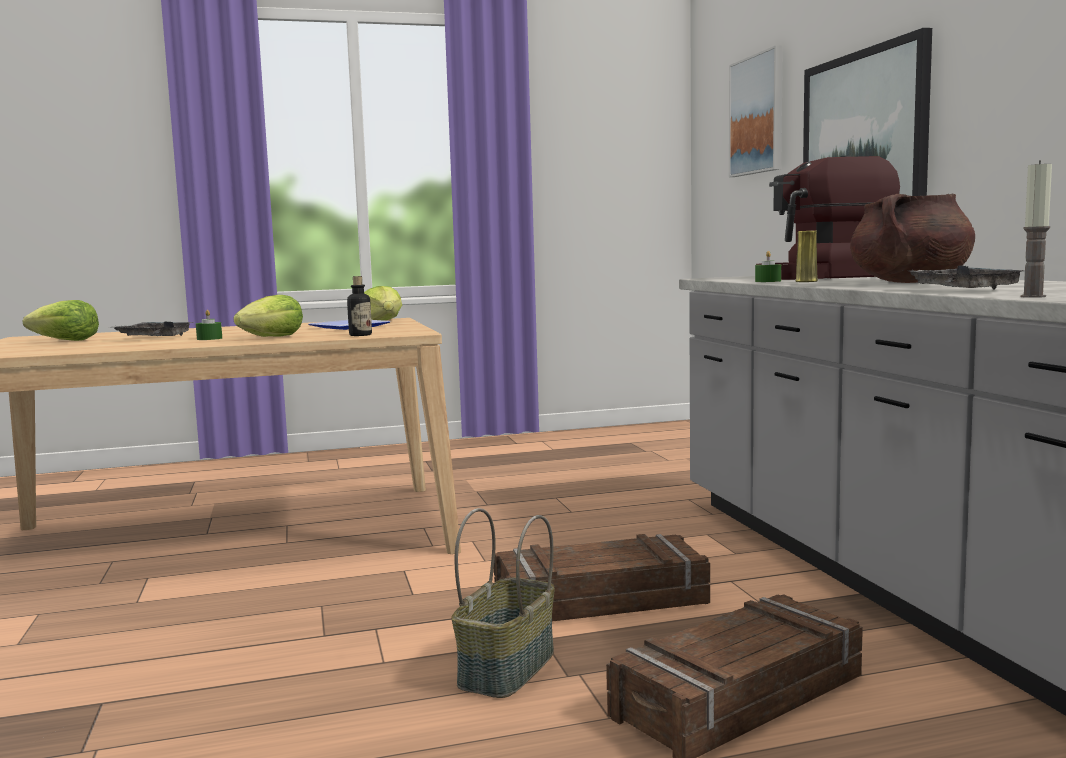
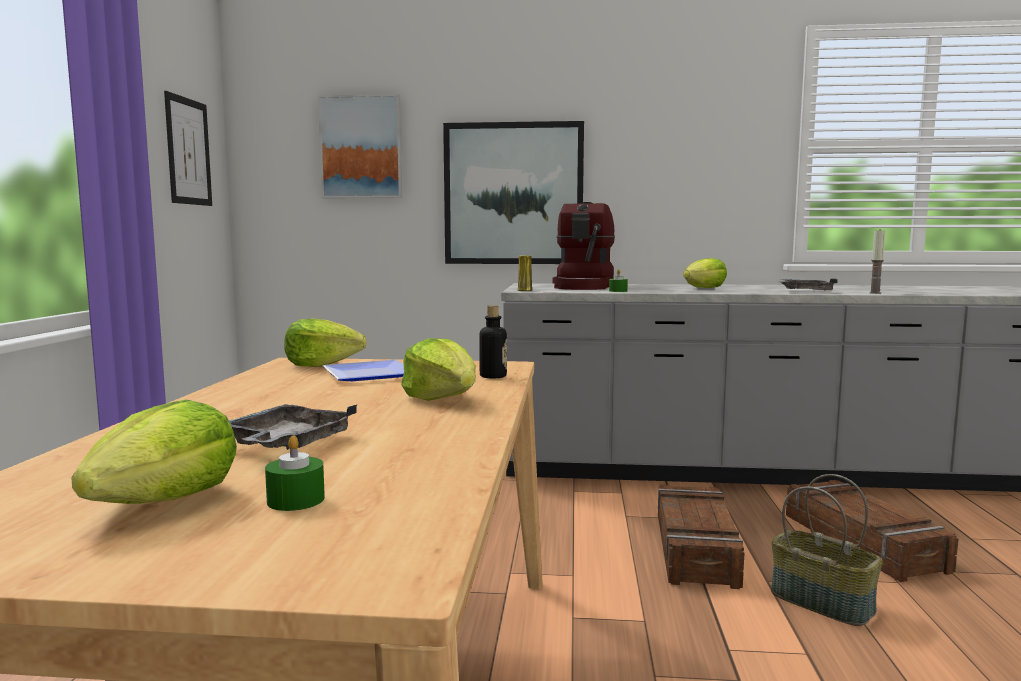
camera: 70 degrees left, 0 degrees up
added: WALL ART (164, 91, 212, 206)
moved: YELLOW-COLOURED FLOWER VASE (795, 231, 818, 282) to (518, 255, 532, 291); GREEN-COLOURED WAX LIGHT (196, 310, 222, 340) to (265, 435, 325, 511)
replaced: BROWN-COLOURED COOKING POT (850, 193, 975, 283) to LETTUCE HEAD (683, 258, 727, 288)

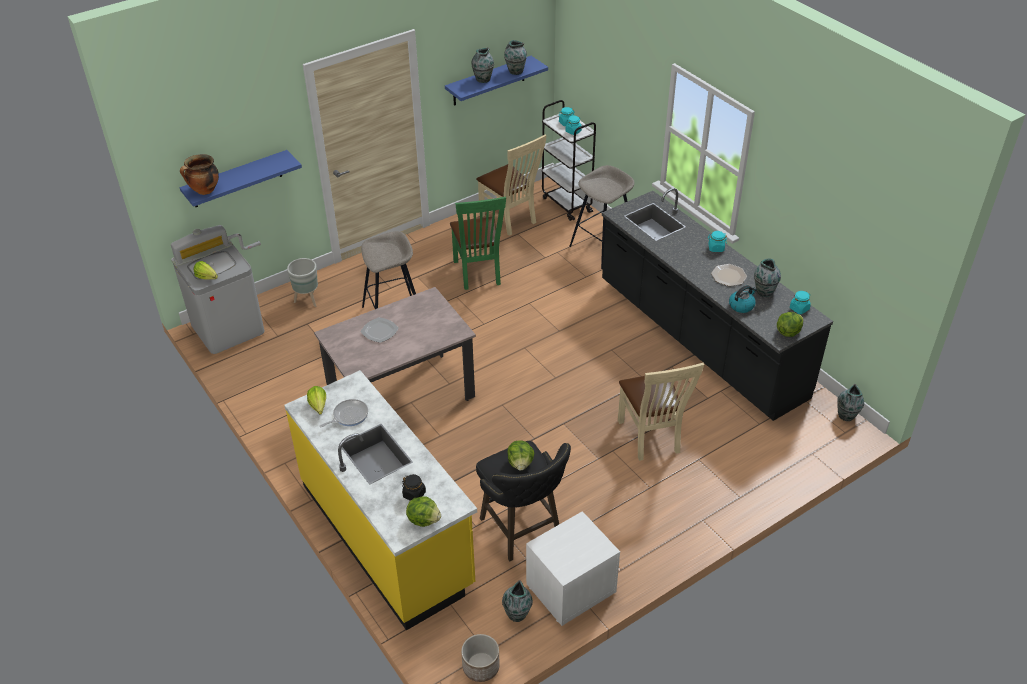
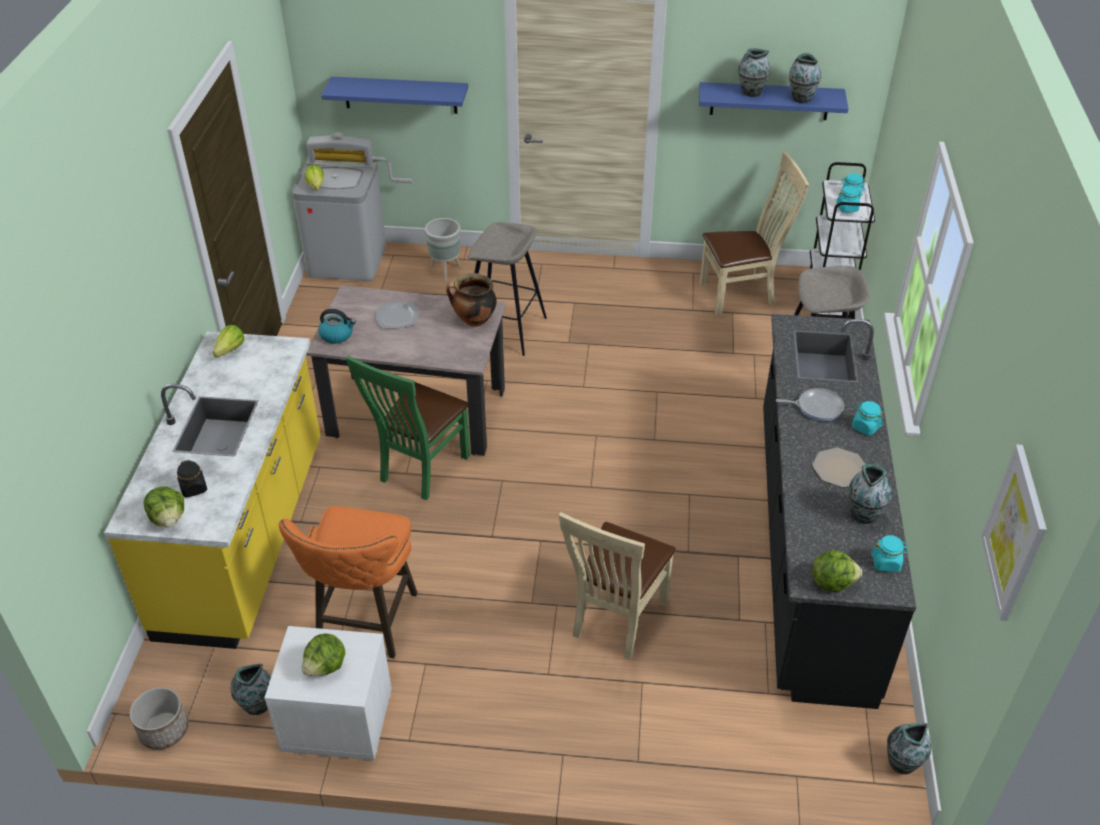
camera: 40 degrees right, 0 degrees up
added: WALL ART (981, 445, 1047, 621)
moved: COOKING POT (180, 154, 219, 195) to (446, 273, 497, 327); GREEN-COLOURED PLAIN CHAIR (450, 196, 506, 290) to (346, 356, 470, 500); KETTLE (729, 285, 757, 313) to (318, 309, 356, 344); SKILLET (320, 399, 368, 428) to (776, 388, 844, 421); LETTUCE HEAD (507, 440, 535, 470) to (302, 634, 345, 676)
recoloured: BLACKISH SITTING STOOL (476, 441, 571, 561) to ORANGEY SITTING STOOL (279, 506, 417, 658)
turned: BEIGE PLAIN CHAIR (476, 134, 547, 236) = (700, 152, 809, 315) 105 degrees counterclockwise

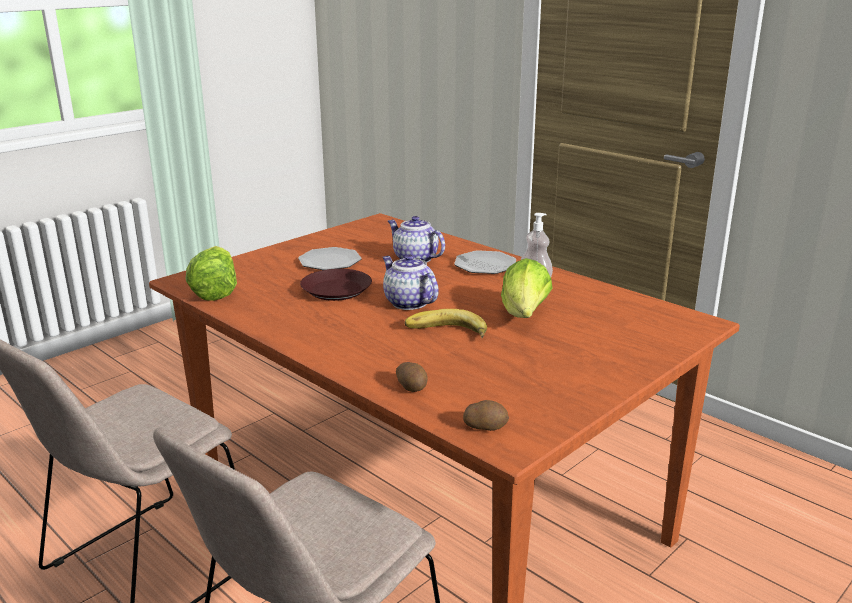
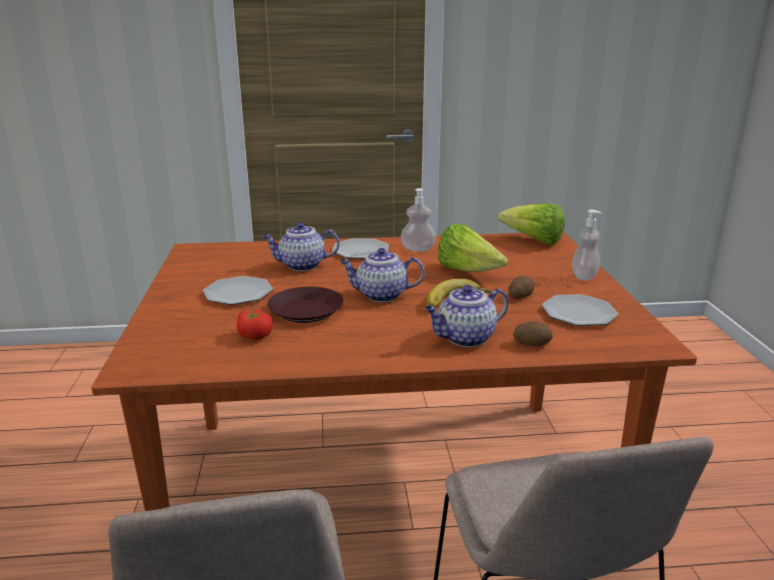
camera: 50 degrees left, 0 degrees up
added: SOAP DISPENSER (572, 210, 602, 280); TEA POT (425, 285, 508, 347); DINNER PLATE (542, 294, 618, 326); FRESH TOMATO (237, 309, 273, 340)
moved: LETTUCE HEAD (186, 246, 237, 301) to (498, 204, 565, 245); SPUD (463, 400, 509, 431) to (508, 276, 535, 299)

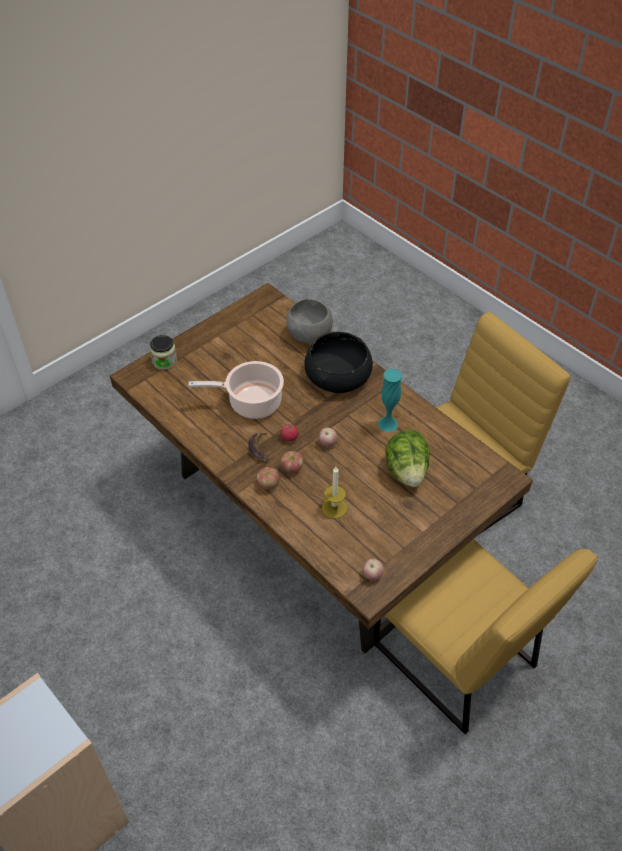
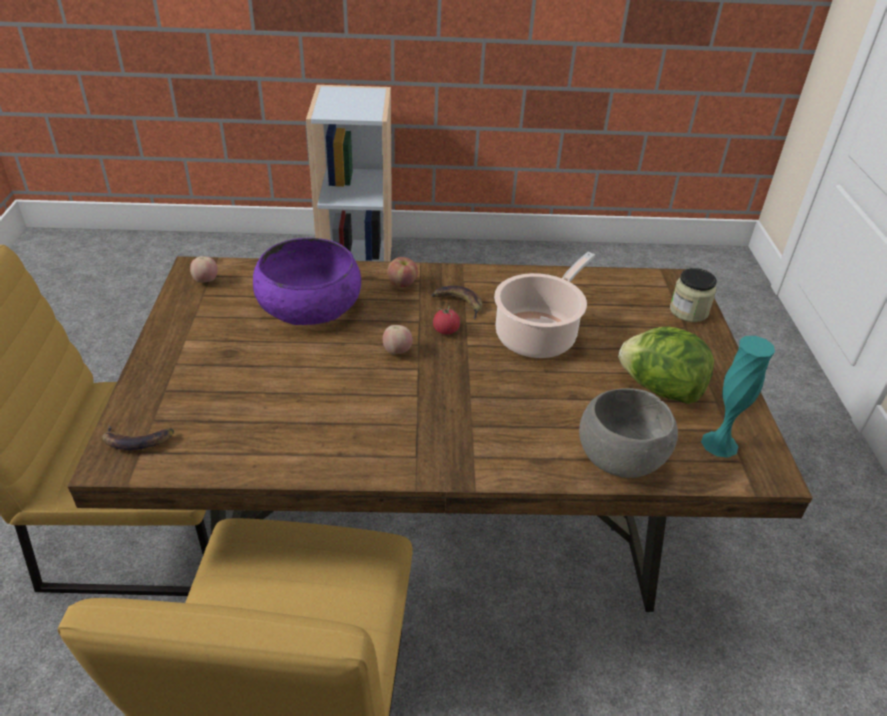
camera: 130 degrees right, 10 degrees down
removed: BLACKISH DEEP DISH (304, 332, 373, 393); WHOLE APPLE (281, 451, 303, 473)
added: BANANA (102, 425, 174, 450)
moved: TURQUOISE-COLOURED FLOWER VASE (378, 369, 402, 432) to (701, 336, 775, 458); LETTUCE HEAD (385, 430, 430, 487) to (618, 326, 714, 404)
replaced: WAX LIGHT (322, 467, 347, 519) to PURPLISH DEEP DISH (253, 238, 361, 325)

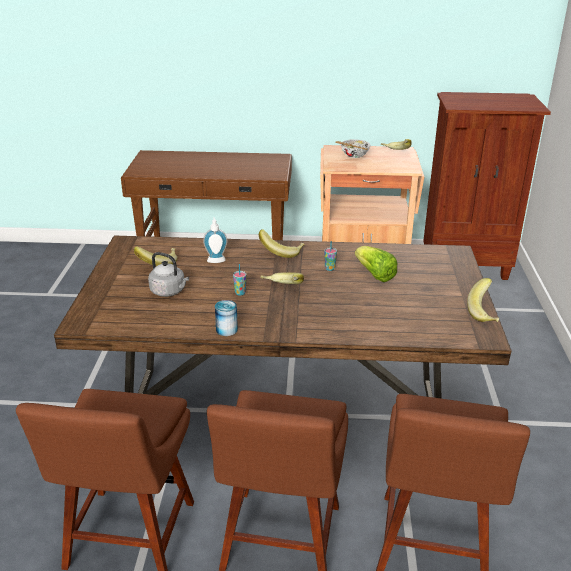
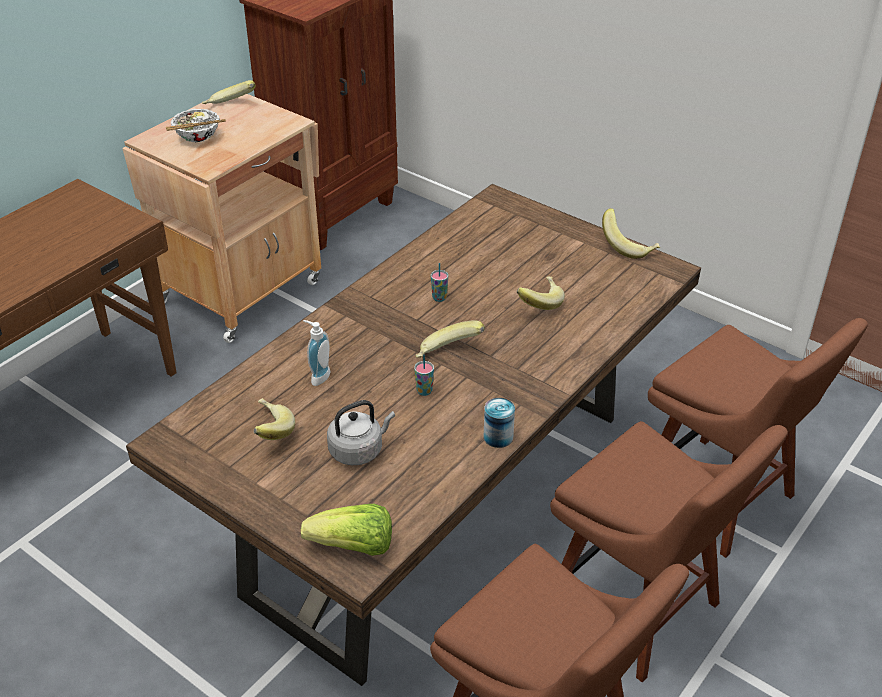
camera: 55 degrees left, 10 degrees up
moved: BANANA (259, 229, 305, 258) to (517, 277, 565, 310); LETTUCE HEAD (355, 246, 397, 282) to (301, 504, 392, 556)

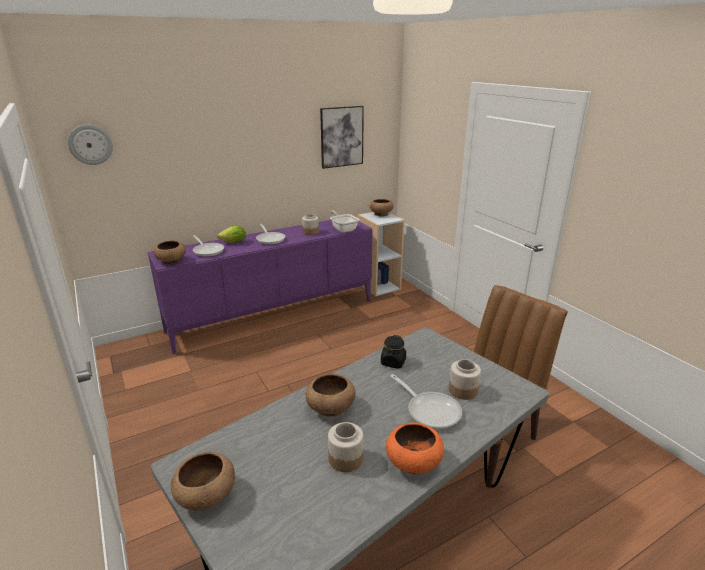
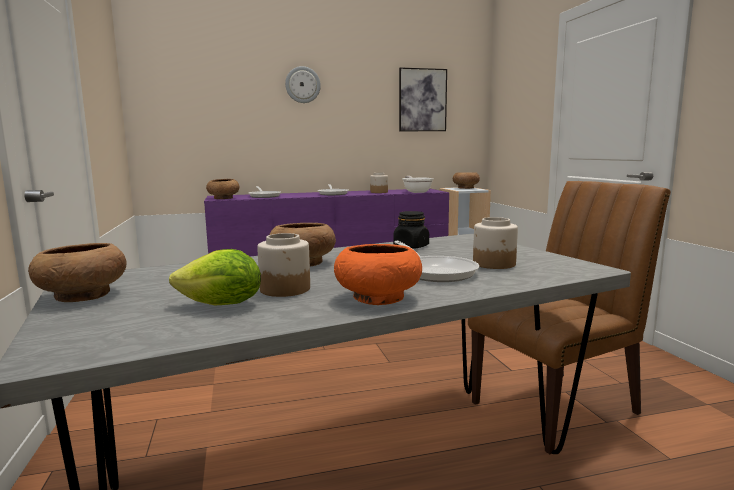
camera: 15 degrees right, 15 degrees down
moved: HANGING CLOCK (68, 125, 113, 165) to (285, 66, 321, 103); LETTUCE HEAD (217, 225, 246, 243) to (169, 249, 261, 305)

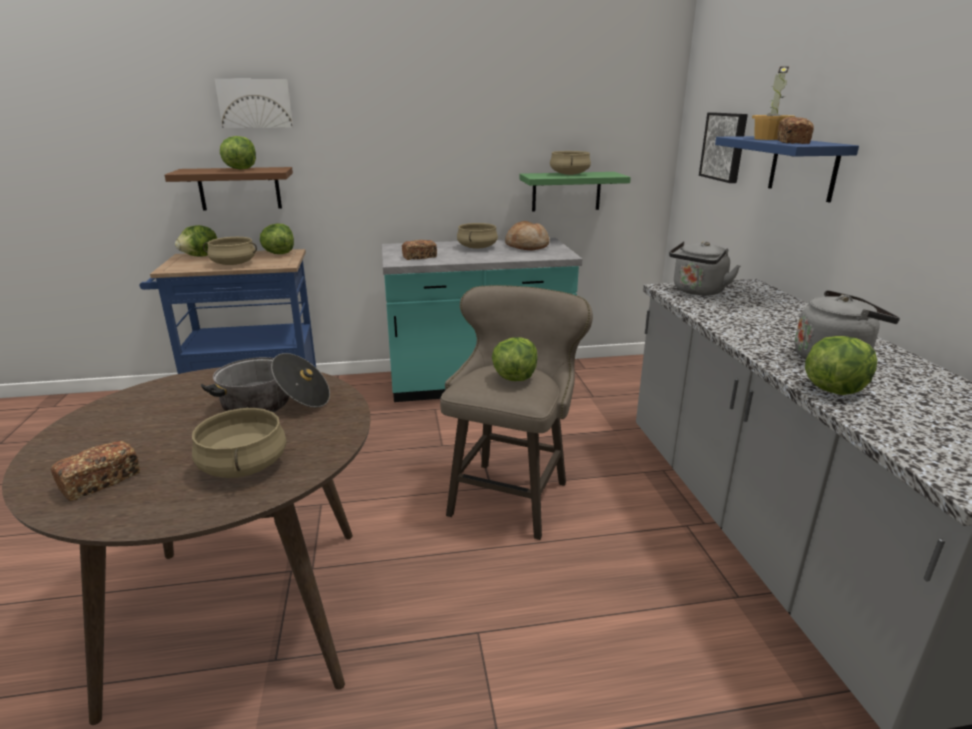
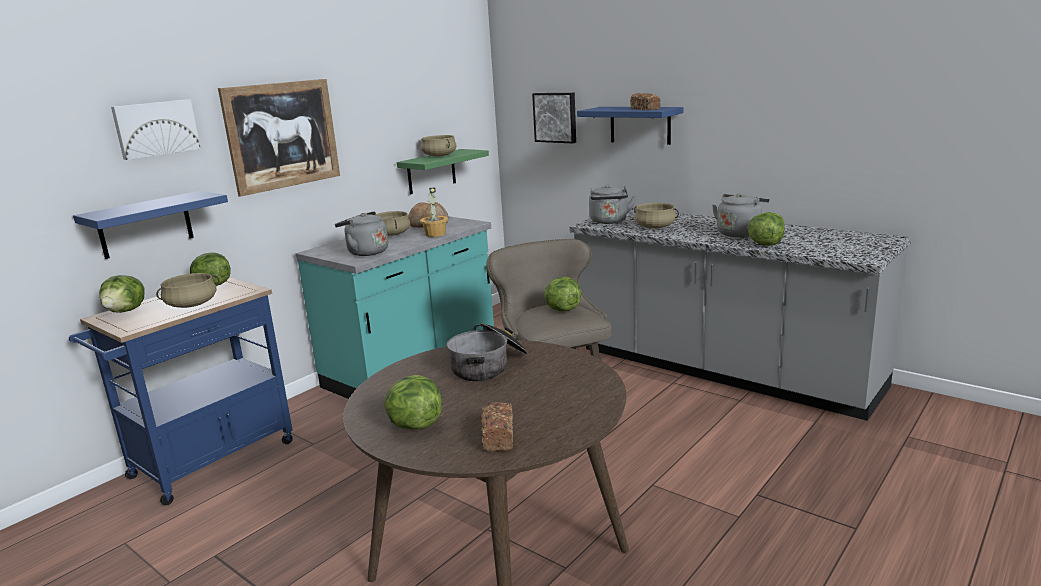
camera: 40 degrees left, 5 degrees down
added: WALL ART (218, 79, 340, 197)
moved: POTTED PLANT (752, 66, 795, 140) to (420, 187, 448, 237); LETTUCE HEAD (220, 136, 256, 170) to (384, 375, 442, 429); BEIGE COOKING POT (192, 407, 287, 478) to (634, 203, 679, 228)
replaced: BAKERY BREAD (402, 240, 437, 260) to GREYISH KETTLE (335, 211, 388, 256)
recoloured: BROWN-COLOURED SHELF (165, 167, 293, 211) to BLUE-COLOURED SHELF (73, 191, 228, 259)

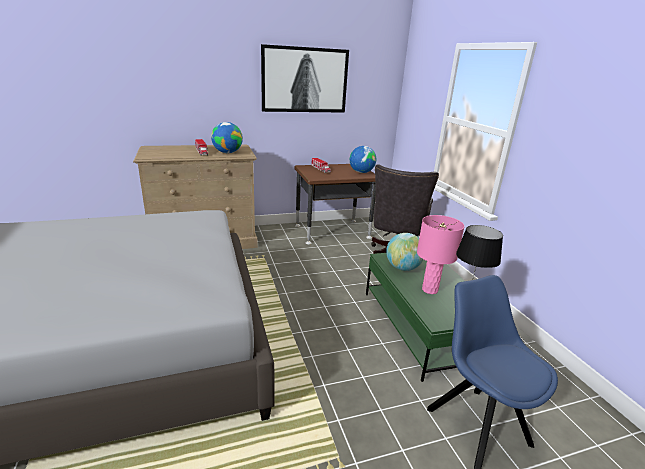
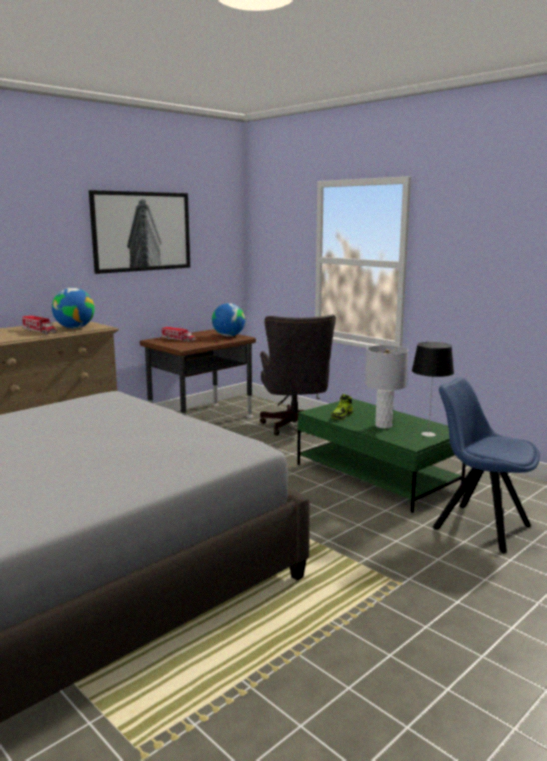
camera: 25 degrees left, 10 degrees down
replaced: GLOBE (386, 233, 424, 271) to SHOE (331, 394, 353, 420)
recoloured: PINK-COLOURED TABLE LAMP (417, 215, 465, 294) to GREYISH TABLE LAMP (365, 345, 409, 428)

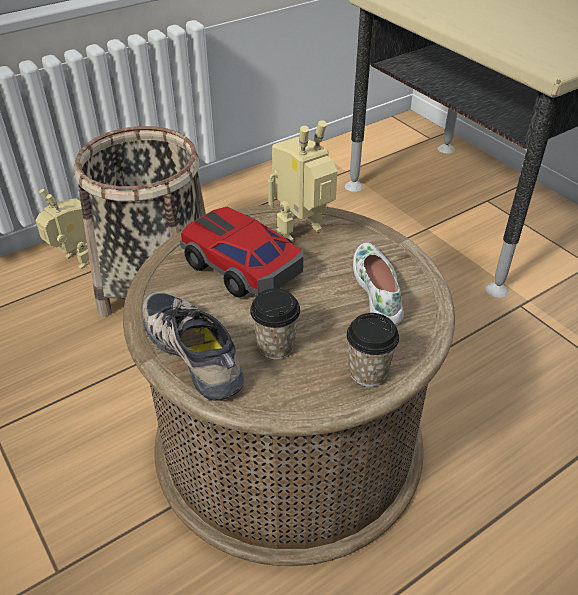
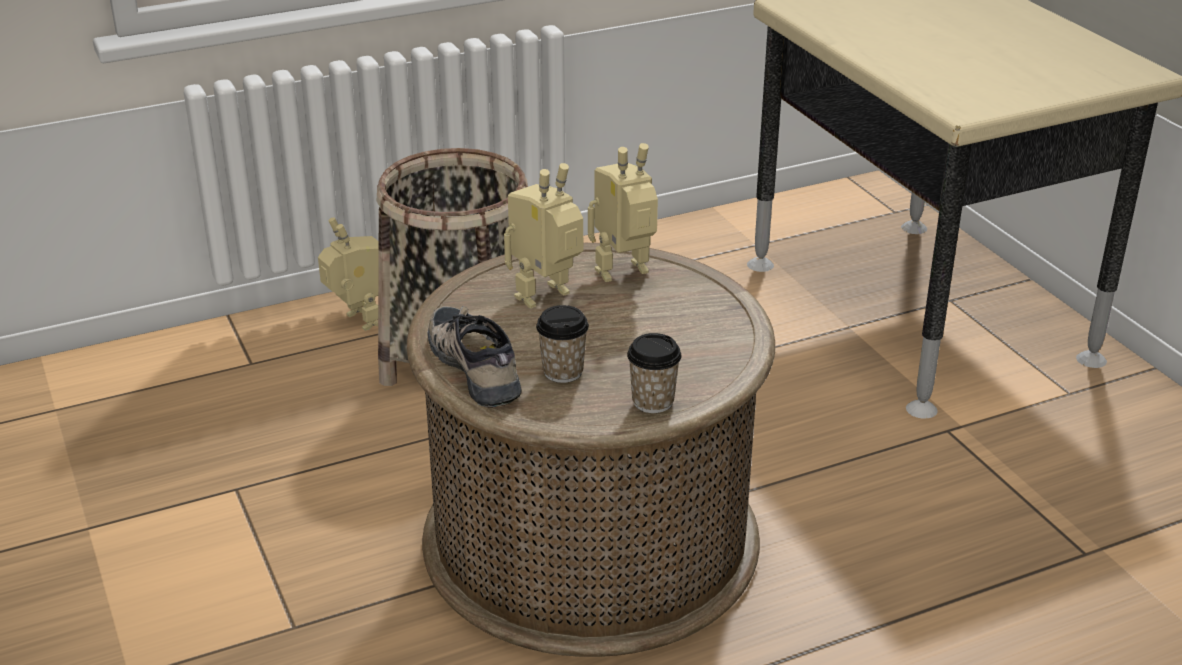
camera: 10 degrees right, 10 degrees down
removed: WHITE-COLOURED SHOE (353, 243, 404, 325)
replaced: MODEL CAR (180, 207, 303, 298) to TOY ROBOT (504, 163, 583, 308)

